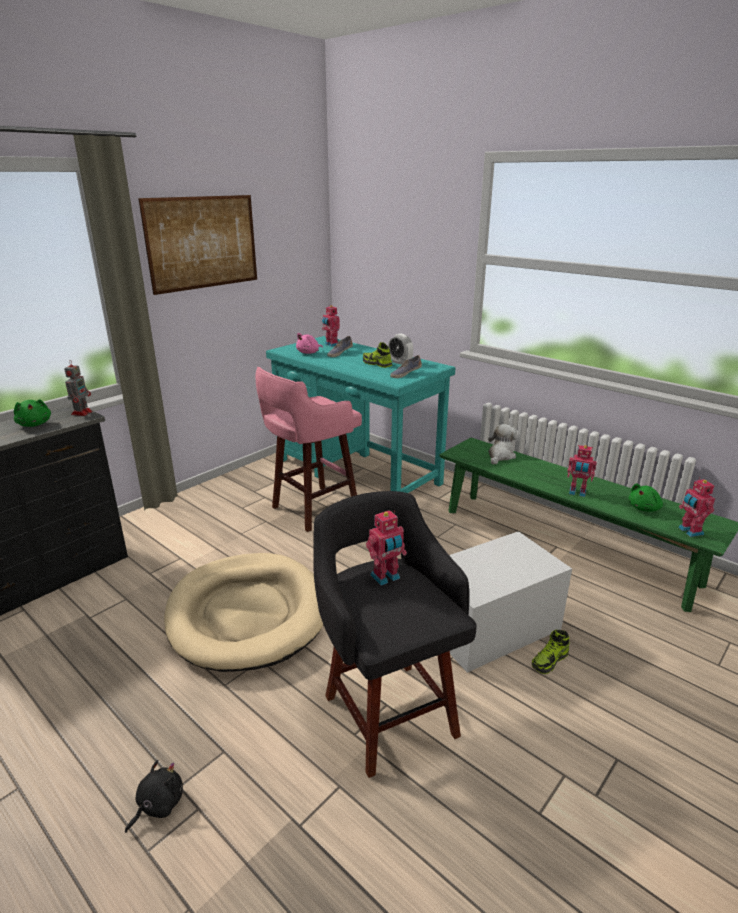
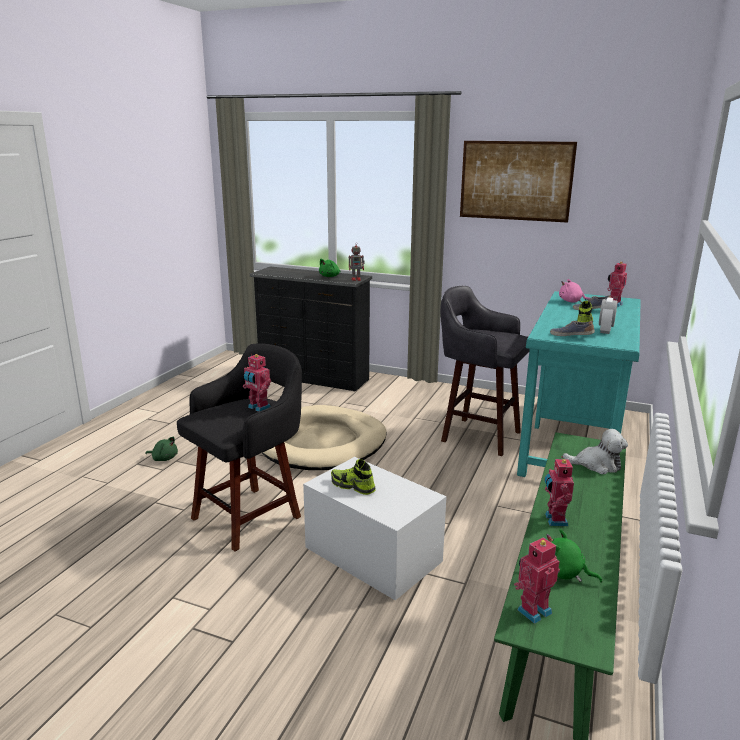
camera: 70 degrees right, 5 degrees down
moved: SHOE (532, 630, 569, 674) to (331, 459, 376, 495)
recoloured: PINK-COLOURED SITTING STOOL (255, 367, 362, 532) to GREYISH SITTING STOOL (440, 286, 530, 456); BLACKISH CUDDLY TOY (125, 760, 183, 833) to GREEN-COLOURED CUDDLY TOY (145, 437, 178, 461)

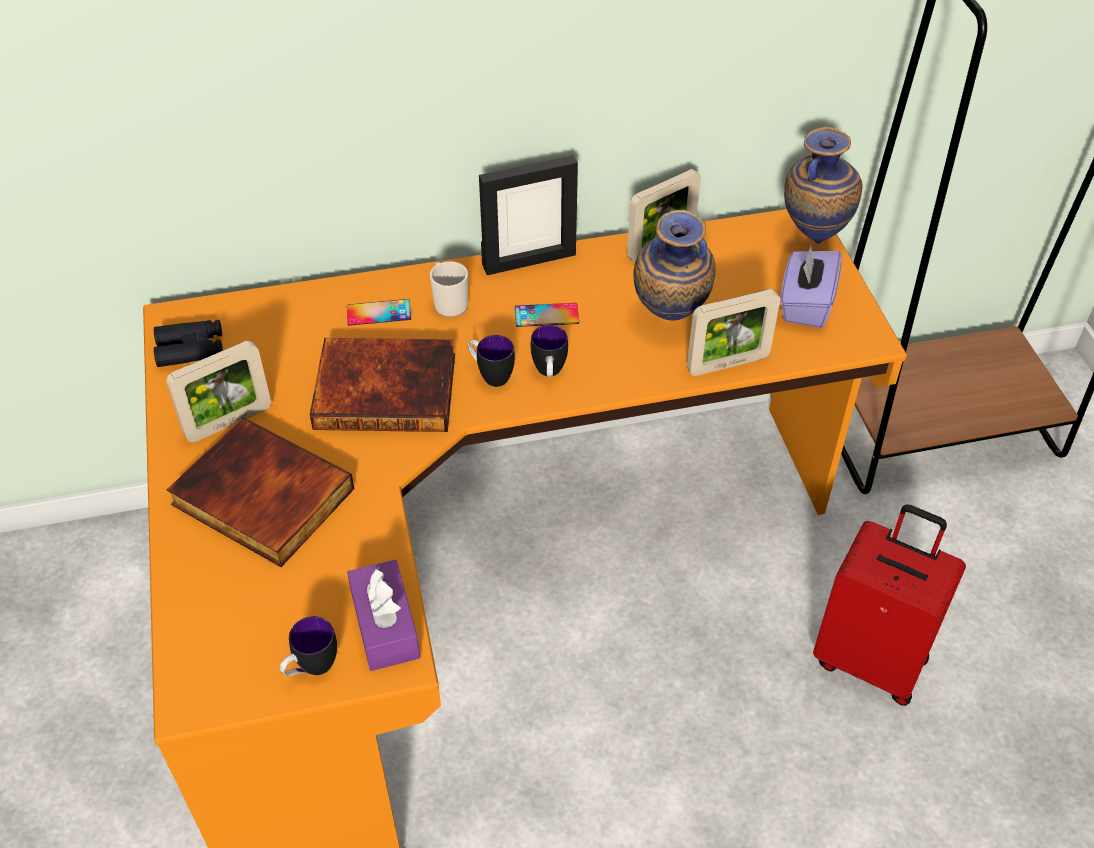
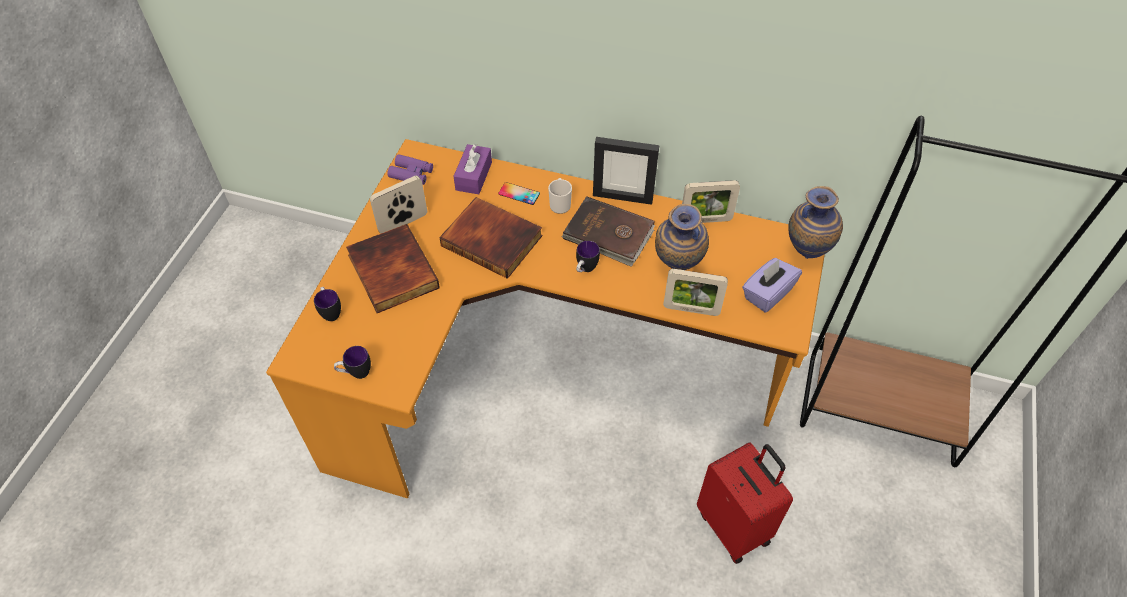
camera: 30 degrees right, 5 degrees up
moved: MUG (468, 335, 515, 387) to (314, 287, 341, 321); PURPLISH BOX OF TISSUES (347, 560, 420, 671) to (453, 144, 492, 194)
replaced: HANDSET (515, 303, 579, 327) to BROWN-COLOURED BOUND BOOK (562, 196, 655, 267)
recoloured: BLACKISH FIELD GLASSES (154, 320, 223, 367) to PURPLISH FIELD GLASSES (387, 154, 433, 185)
turned: STANDING FRAME (166, 340, 271, 442) = (370, 176, 427, 234) 150 degrees clockwise

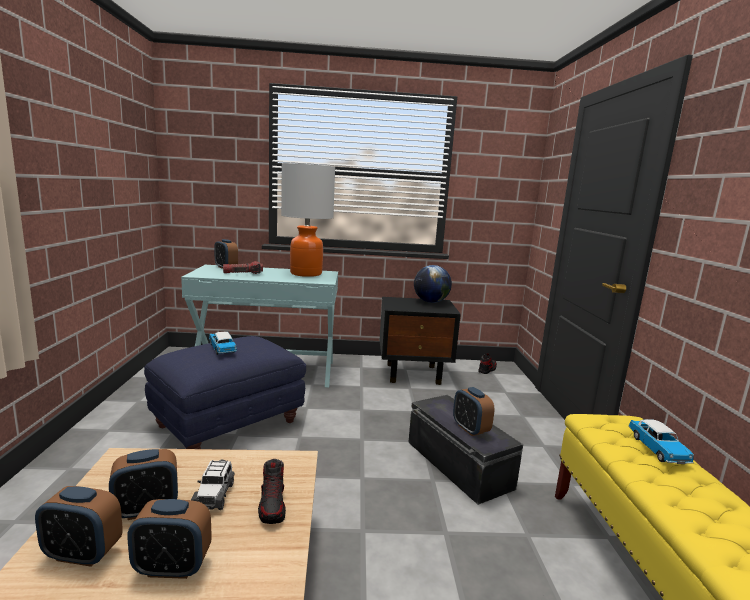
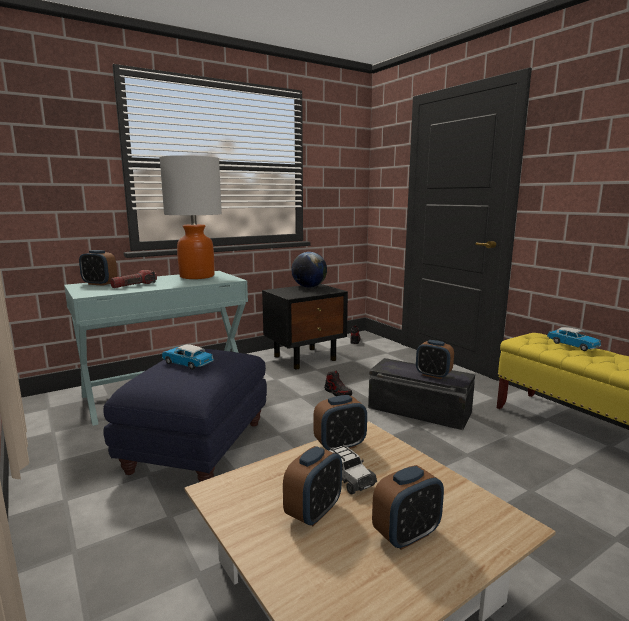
camera: 30 degrees left, 0 degrees up
moved: SHOE (258, 459, 286, 524) to (324, 370, 352, 396); ALARM CLOCK (35, 486, 123, 567) to (313, 395, 367, 450)

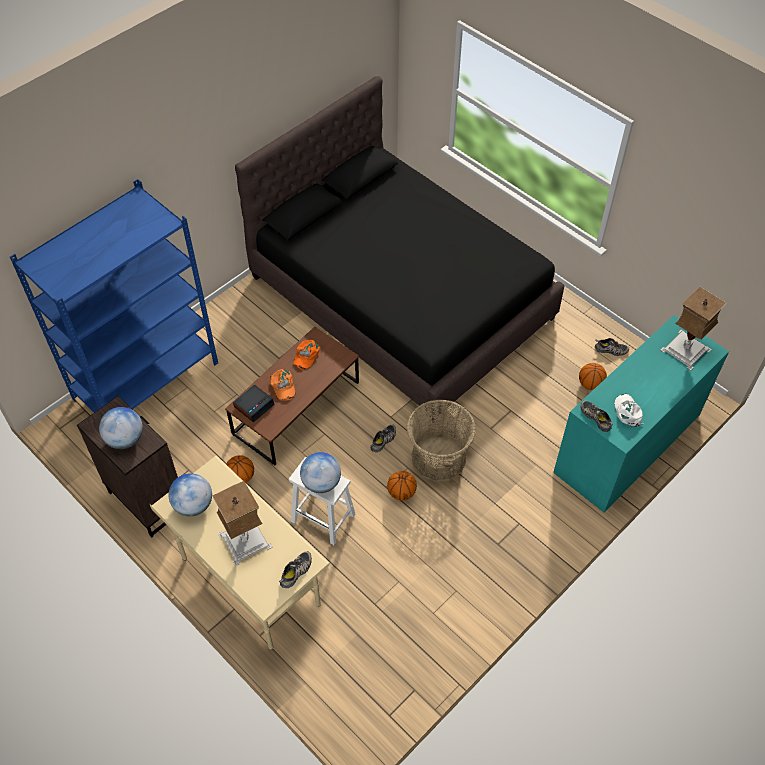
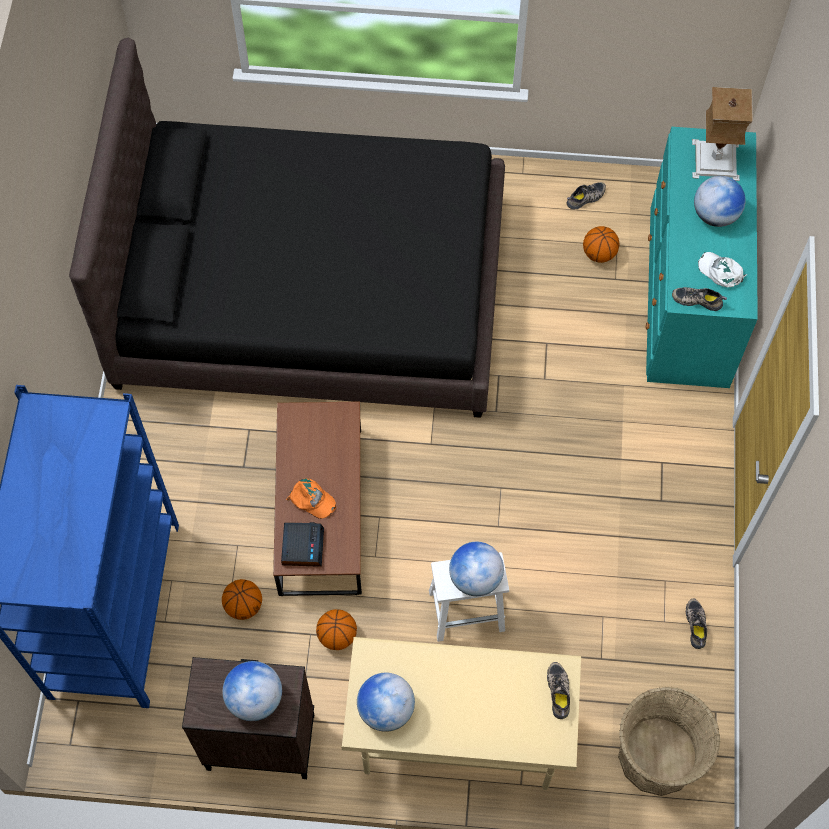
camera: 40 degrees left, 10 degrees up
removed: ORANGEY CAP (293, 340, 320, 370); TABLE LAMP (212, 481, 273, 566)
added: GLOBE (694, 176, 746, 227)
moved: HOUSEHOLD BASKET (407, 399, 476, 482) to (618, 687, 720, 796); SHOE (371, 425, 396, 452) to (686, 599, 707, 649); BALL FOR BASKETBALL (387, 471, 417, 501) to (222, 579, 262, 620)

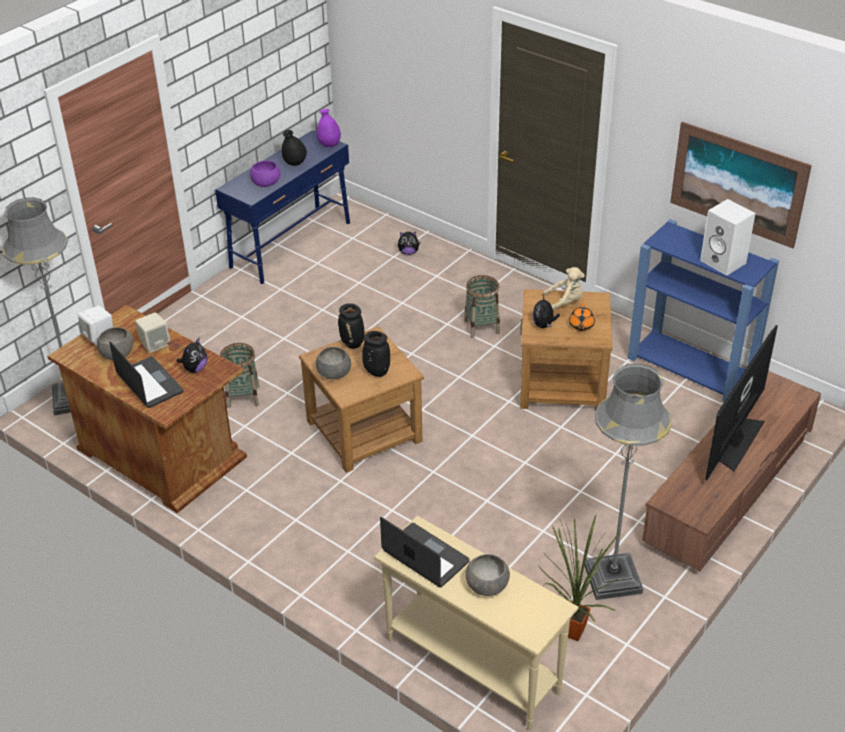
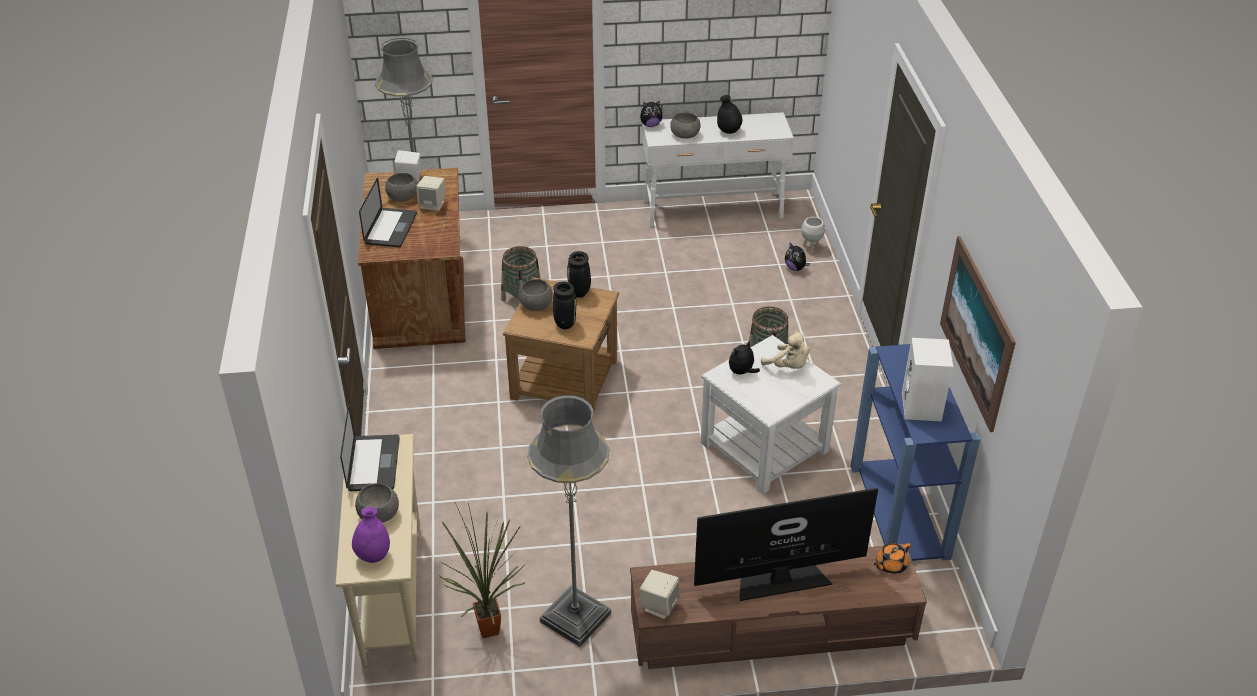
camera: 45 degrees right, 0 degrees up
added: WHITE-COLOURED PLANT POT (801, 217, 825, 254); BEIGE AUDIO SPEAKER (640, 570, 680, 619)
moved: PURPLISH FLOWER VASE (317, 109, 341, 147) to (352, 507, 390, 563); ORANGEY TEA POT (569, 304, 595, 331) to (874, 543, 911, 574); CUDDLY TOY (177, 338, 207, 373) to (640, 100, 662, 127)
recoloured: BLUE-COLOURED NARROW TABLE (215, 130, 350, 284) to WHITE-COLOURED NARROW TABLE (642, 112, 794, 227); PURPLISH DEEP DISH (250, 161, 280, 187) to GREYISH DEEP DISH (670, 112, 701, 139); BROWN-COLOURED END TABLE (520, 289, 612, 409) to WHITE-COLOURED END TABLE (701, 335, 841, 494)

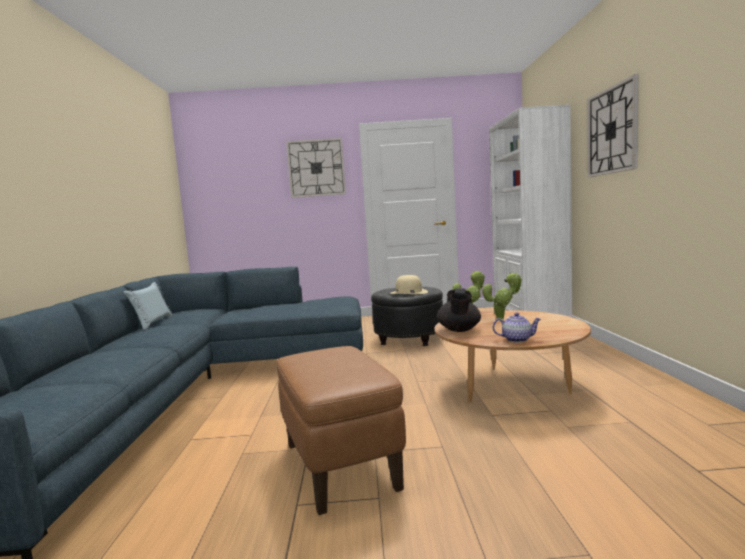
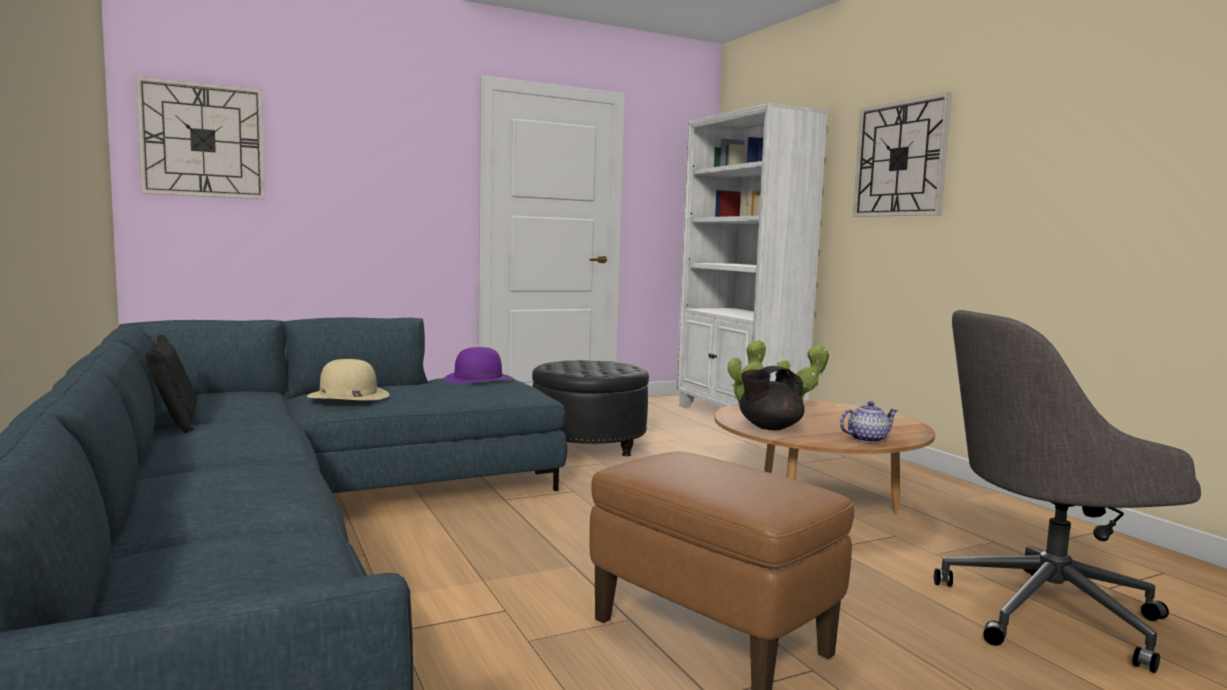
camera: 25 degrees left, 0 degrees up
added: GREYISH OFFICE CHAIR (934, 310, 1201, 673); PURPLISH WEARABLE HAT (444, 347, 512, 384)
moved: HANGING CLOCK (286, 138, 346, 198) to (136, 76, 265, 199); BEIGE WEARABLE HAT (390, 275, 428, 294) to (307, 359, 390, 400)
recoloured: BLUE-COLOURED THROW PILLOW (123, 282, 172, 331) to BLACKISH THROW PILLOW (146, 334, 197, 433)
turned: BLACKISH TEA POT (437, 288, 481, 332) = (739, 366, 805, 430) 75 degrees clockwise

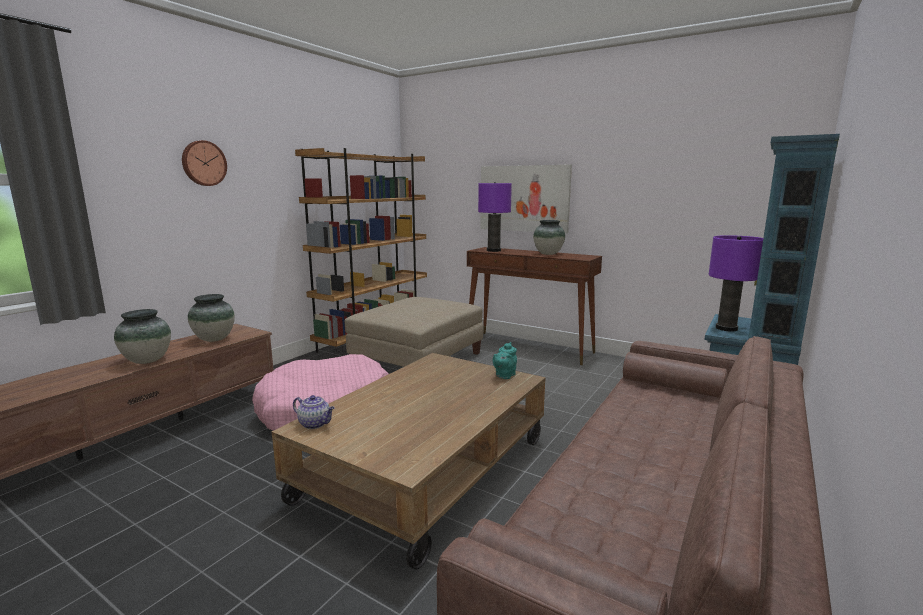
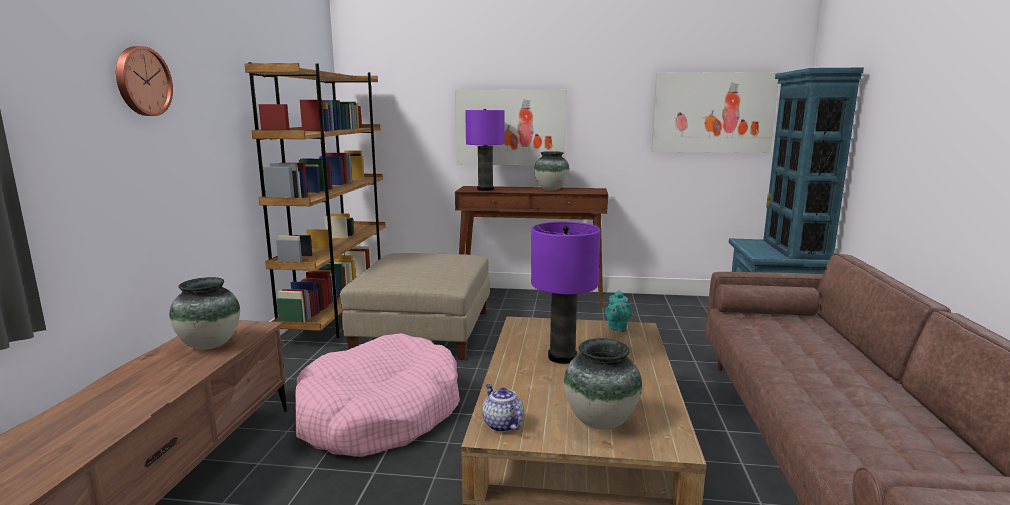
camera: 25 degrees left, 0 degrees up
added: WALL ART (652, 72, 780, 153)
moved: PURPLISH TABLE LAMP (709, 235, 763, 331) to (531, 222, 601, 364); FLOWER VASE (114, 309, 171, 364) to (564, 338, 642, 430)
turned: TEA POT (293, 395, 335, 429) = (482, 384, 524, 432) 120 degrees counterclockwise

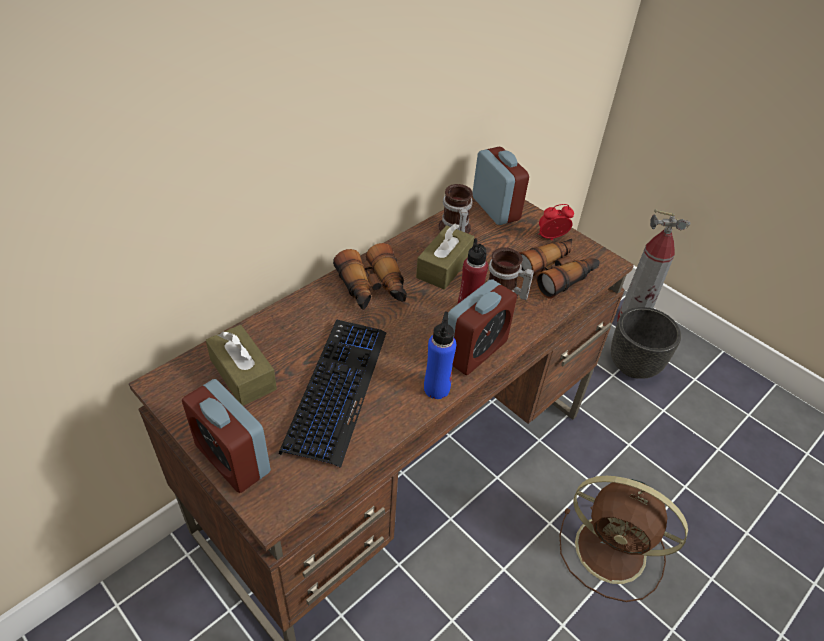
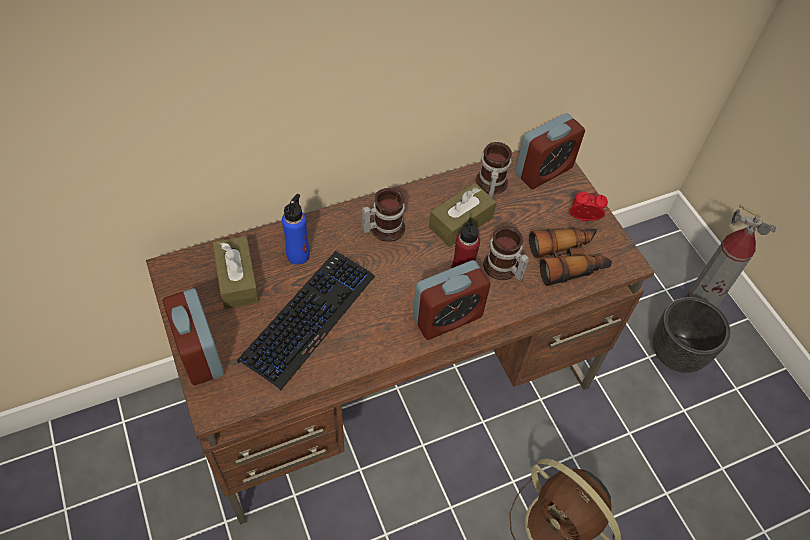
camera: 20 degrees right, 10 degrees up
moved: BLUE-COLOURED BOTTLE (424, 311, 456, 399) to (282, 194, 310, 265)
replaced: FIELD GLASSES (333, 243, 407, 310) to MUG (362, 188, 405, 242)
turned: ALARM CLOCK (472, 146, 529, 225) = (515, 113, 585, 189) 60 degrees clockwise

